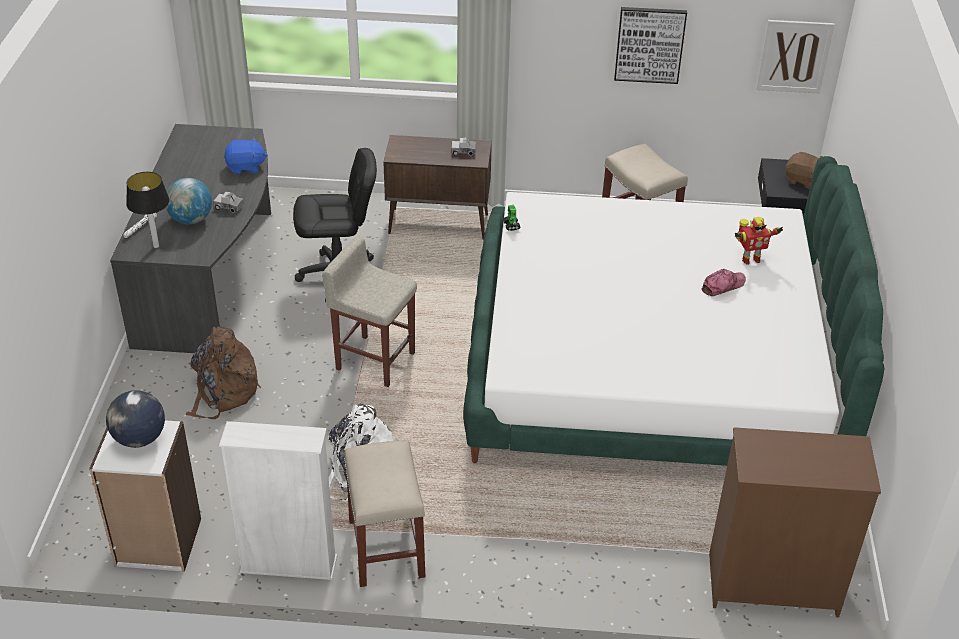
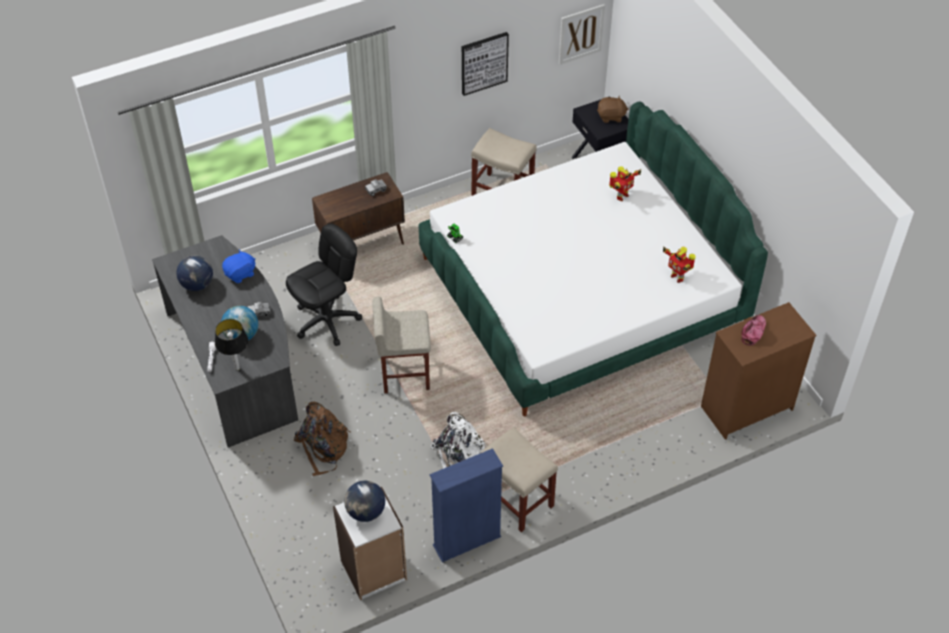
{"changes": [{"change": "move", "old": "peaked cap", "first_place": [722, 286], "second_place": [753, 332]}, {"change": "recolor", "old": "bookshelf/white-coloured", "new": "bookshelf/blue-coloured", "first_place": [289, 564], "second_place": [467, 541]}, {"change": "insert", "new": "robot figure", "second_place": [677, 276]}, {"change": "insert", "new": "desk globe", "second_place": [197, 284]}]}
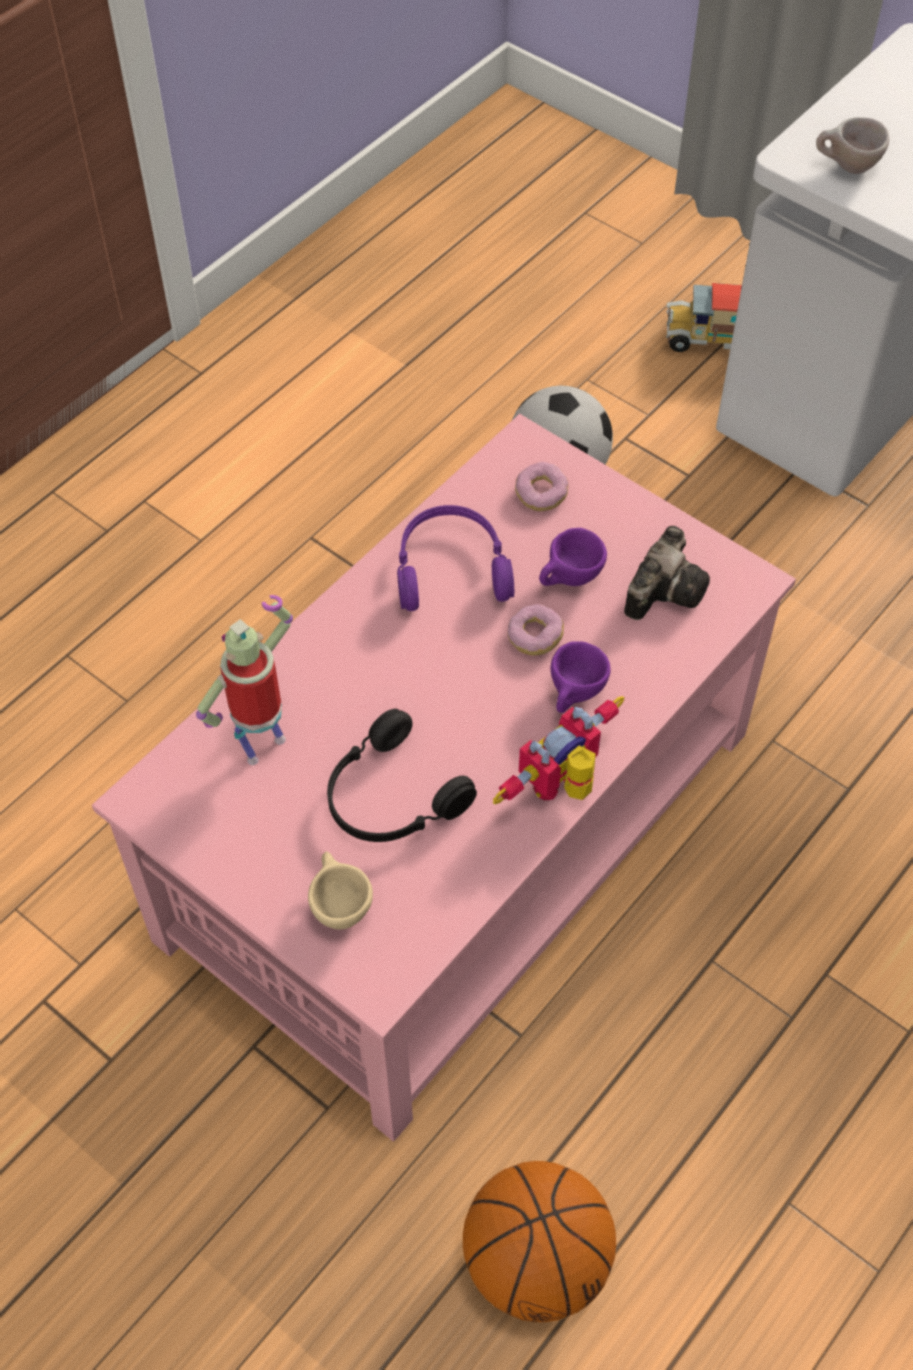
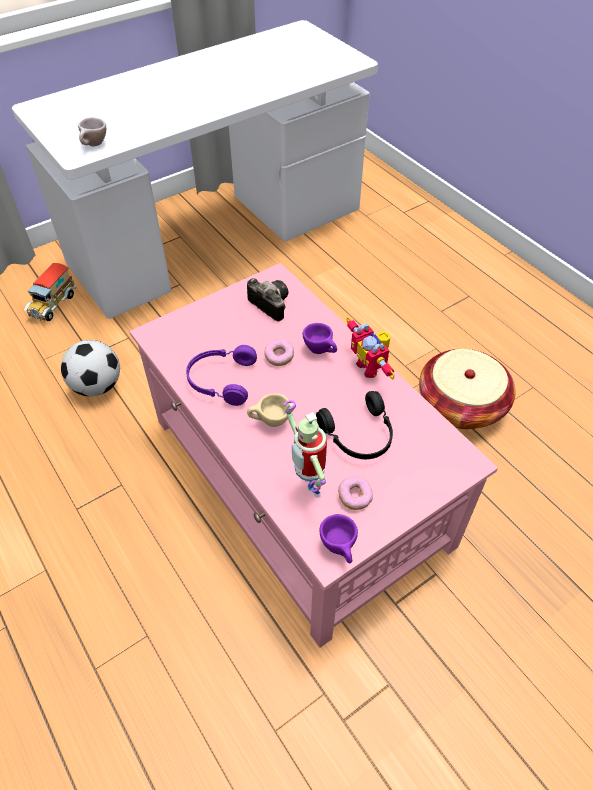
{"changes": [{"change": "move", "old": "ring doughnut", "first_place": [541, 494], "second_place": [354, 497]}, {"change": "move", "old": "small cup/purplish", "first_place": [569, 582], "second_place": [340, 549]}, {"change": "move", "old": "small cup/beige-coloured", "first_place": [338, 906], "second_place": [269, 422]}, {"change": "delete", "old": "basketball", "first_place": [536, 1262]}, {"change": "insert", "new": "household basket", "second_place": [461, 405]}]}
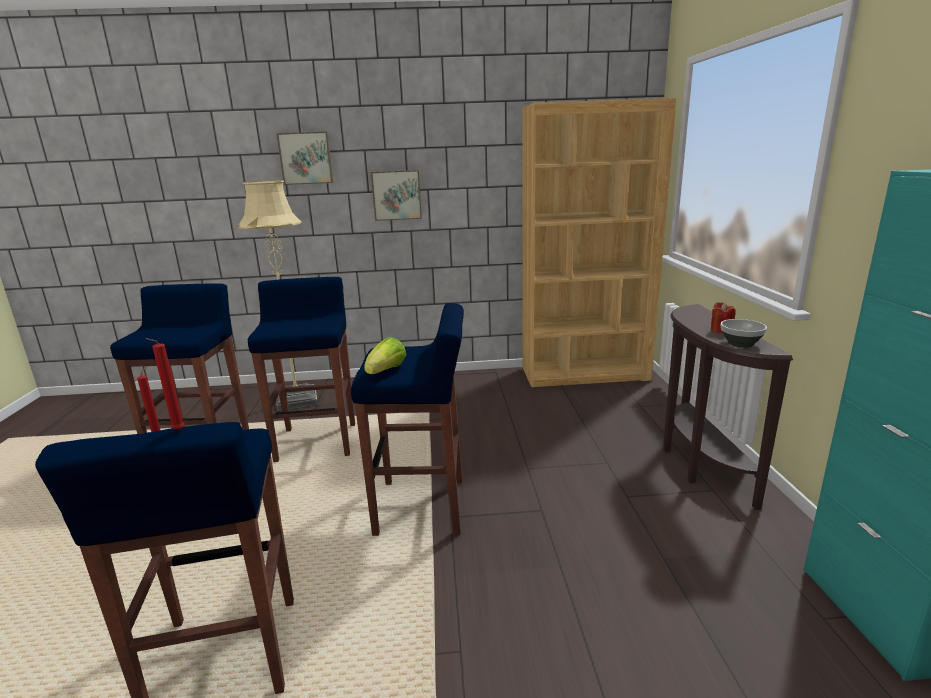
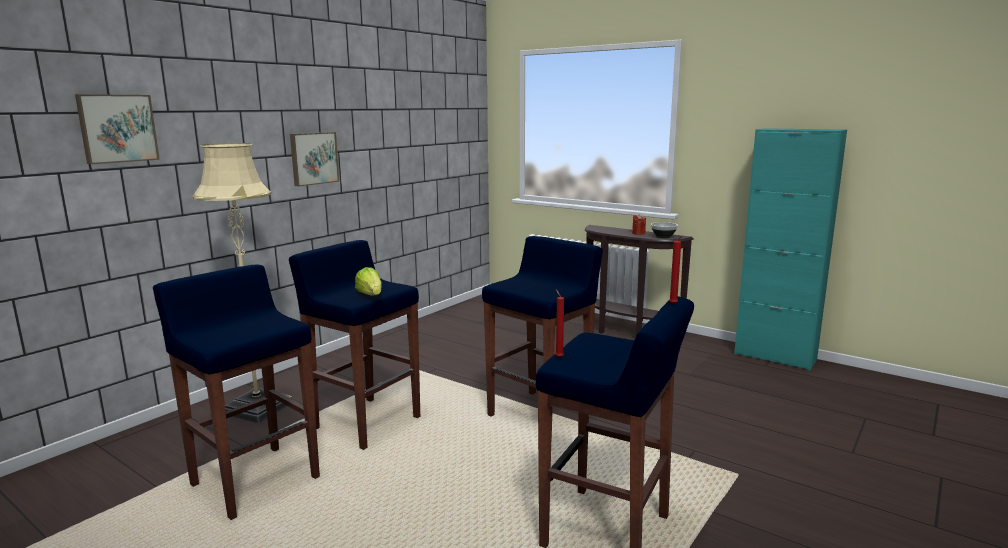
{"changes": [{"change": "delete", "old": "bookshelf/brownish", "first_place": [585, 374]}, {"change": "move", "old": "wall art", "first_place": [306, 158], "second_place": [117, 128]}, {"change": "move", "old": "head of lettuce", "first_place": [386, 371], "second_place": [370, 295]}]}
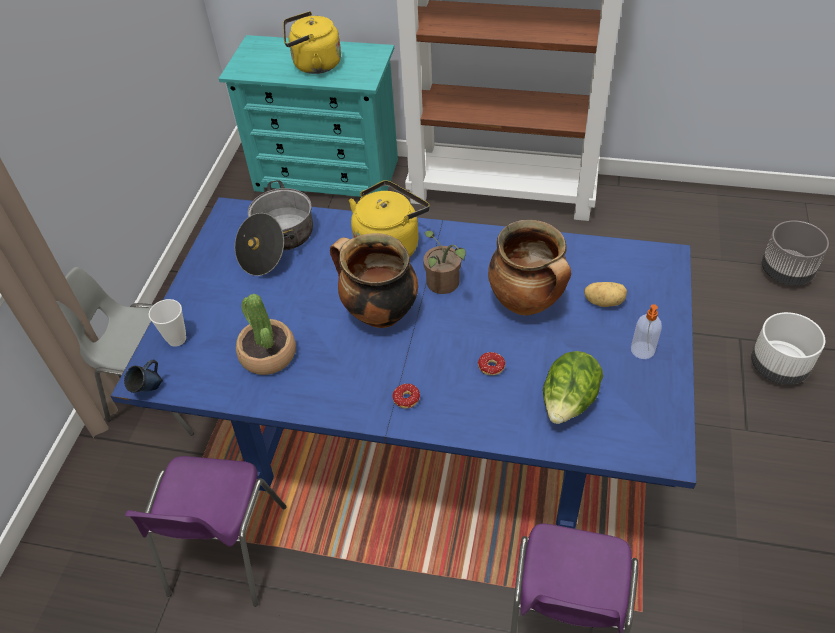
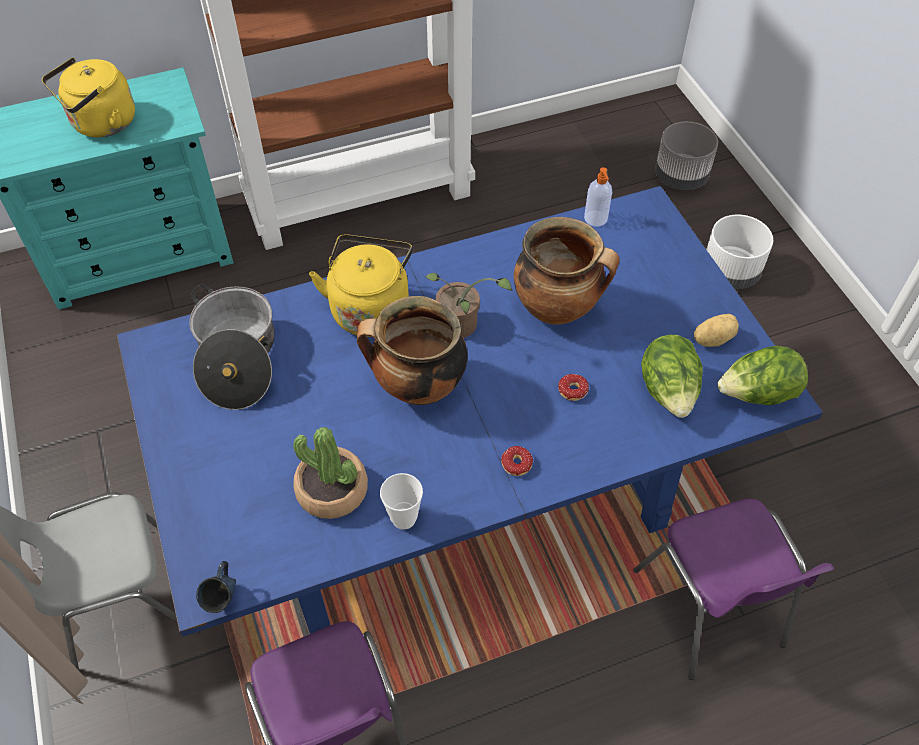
{"changes": [{"change": "move", "old": "spud", "first_place": [604, 301], "second_place": [712, 338]}, {"change": "move", "old": "small cup", "first_place": [177, 339], "second_place": [404, 518]}, {"change": "move", "old": "soap dispenser", "first_place": [642, 351], "second_place": [596, 219]}, {"change": "insert", "new": "head of lettuce", "second_place": [757, 395]}]}
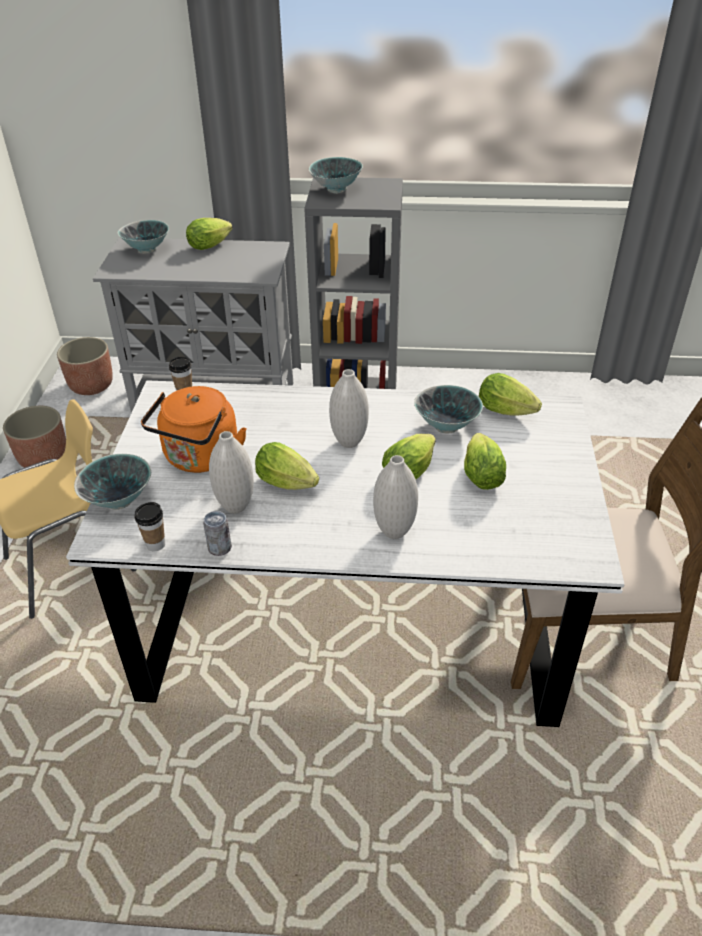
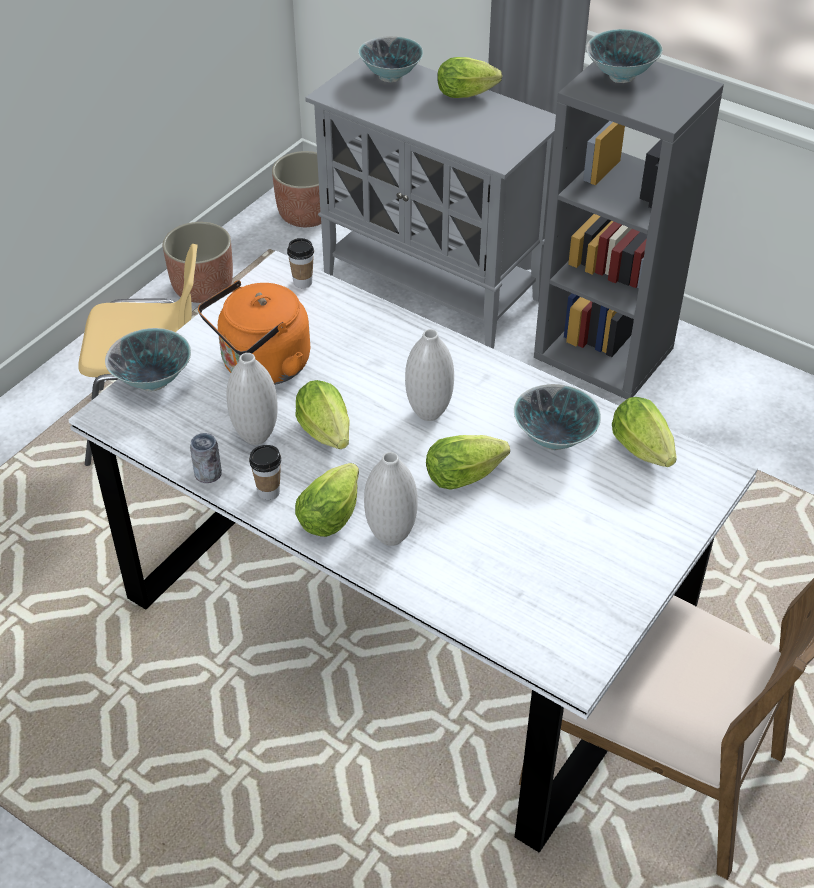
{"changes": [{"change": "move", "old": "head of lettuce", "first_place": [481, 473], "second_place": [332, 513]}, {"change": "move", "old": "small cup", "first_place": [155, 544], "second_place": [268, 492]}]}
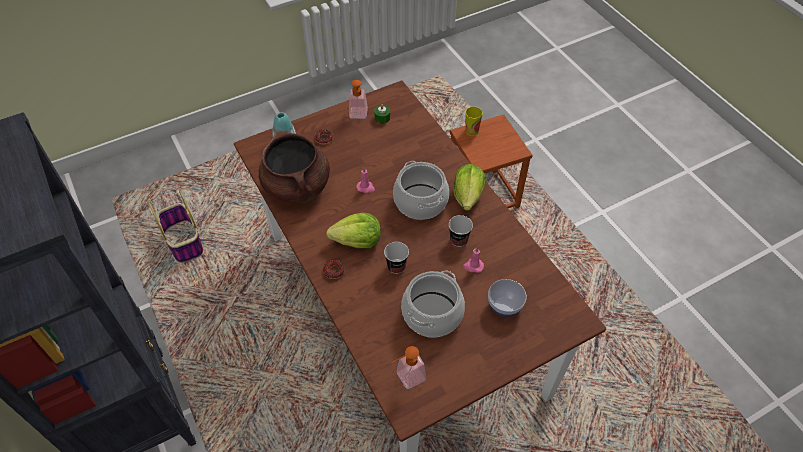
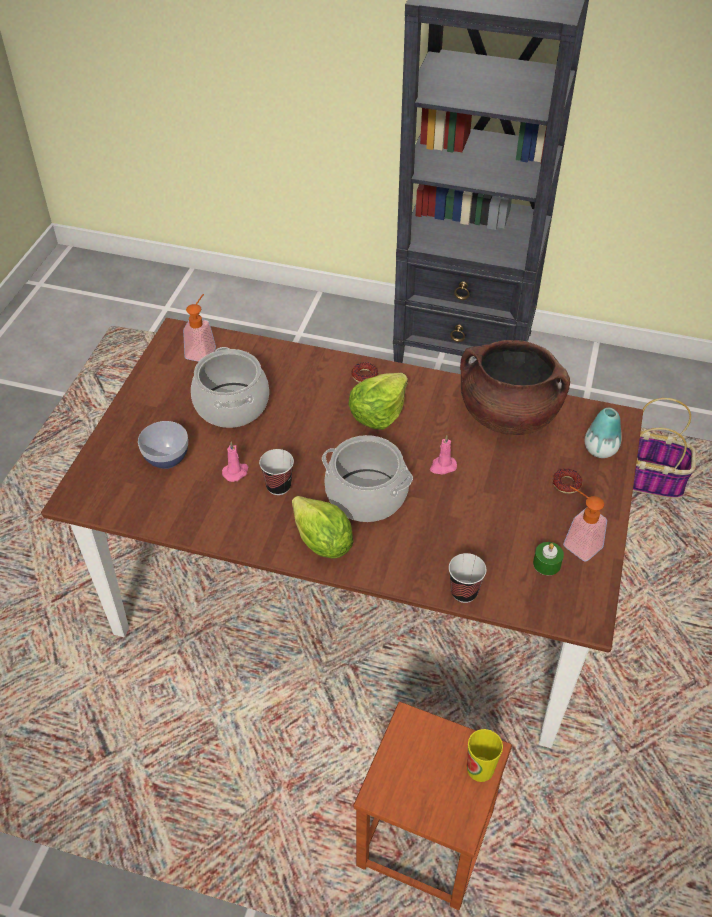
{"changes": [{"change": "move", "old": "small cup", "first_place": [396, 267], "second_place": [464, 592]}]}
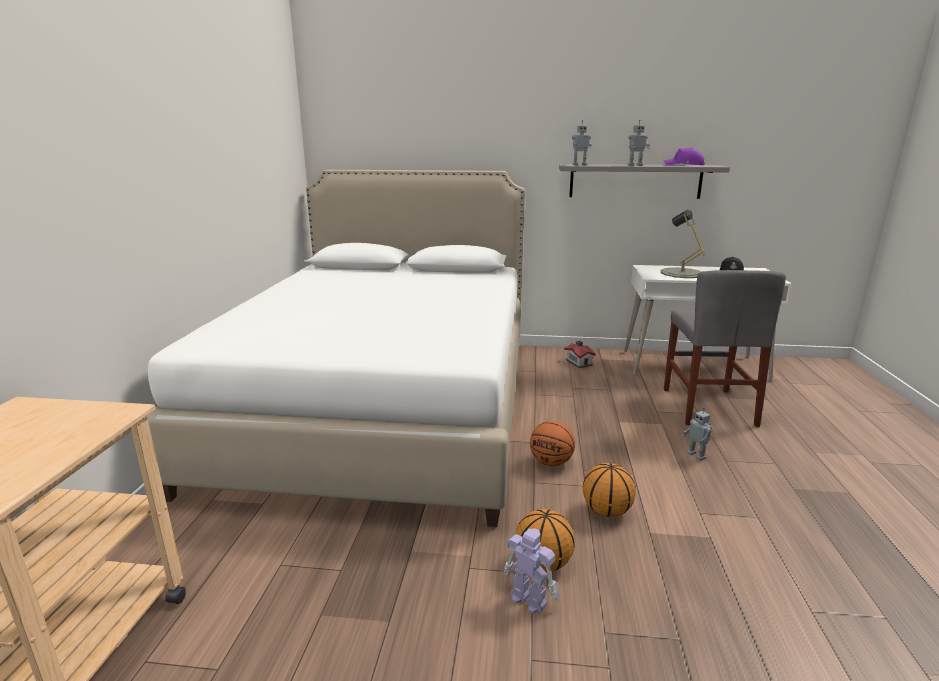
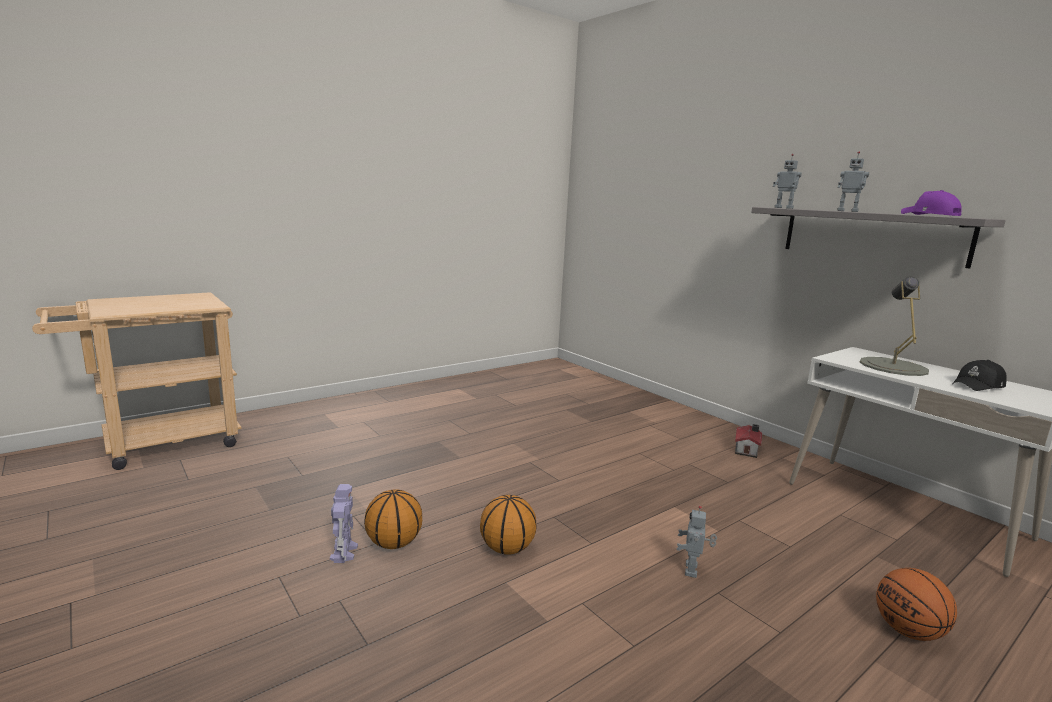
{"changes": [{"change": "delete", "old": "bedroom bed/white-coloured", "first_place": [385, 404]}, {"change": "delete", "old": "chair/grey", "first_place": [707, 406]}, {"change": "move", "old": "basketball", "first_place": [551, 462], "second_place": [908, 631]}]}
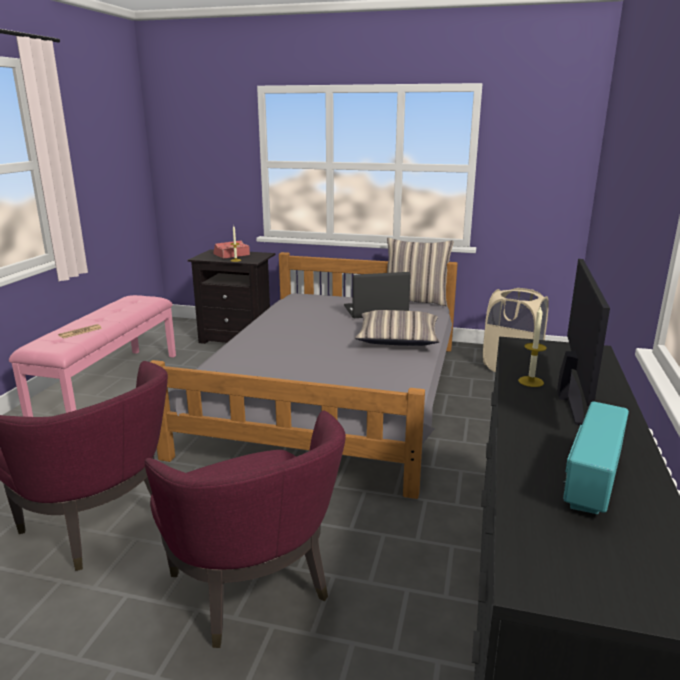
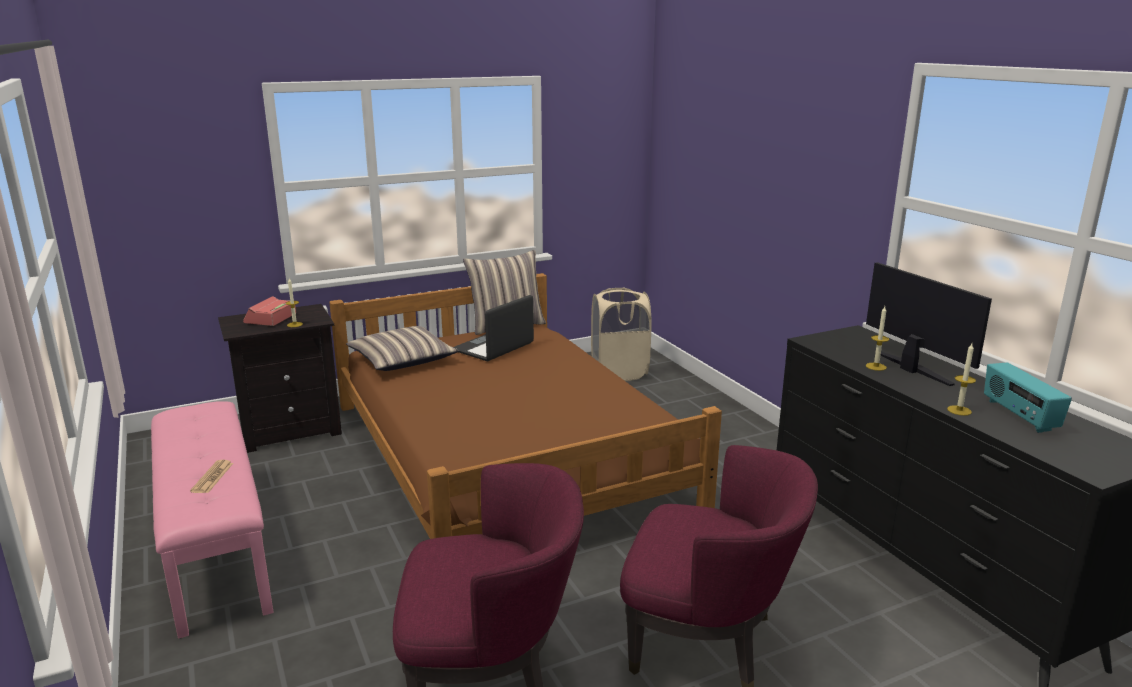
{"changes": [{"change": "recolor", "old": "bedroom bed/grey", "new": "bedroom bed/brownish", "first_place": [333, 395], "second_place": [506, 455]}, {"change": "move", "old": "pillow", "first_place": [398, 338], "second_place": [403, 360]}, {"change": "insert", "new": "wax light", "second_place": [959, 410]}]}
